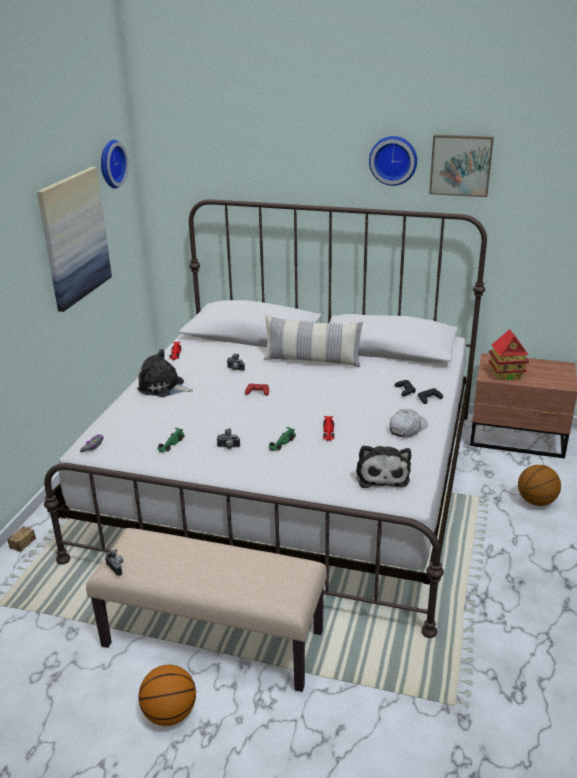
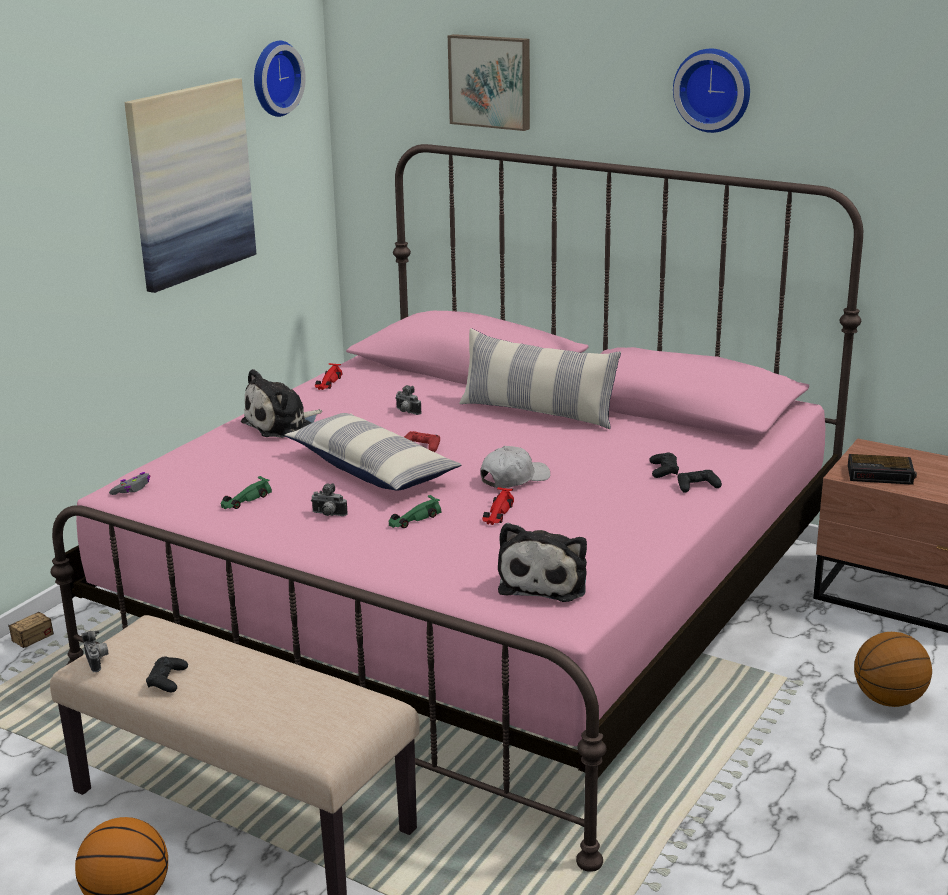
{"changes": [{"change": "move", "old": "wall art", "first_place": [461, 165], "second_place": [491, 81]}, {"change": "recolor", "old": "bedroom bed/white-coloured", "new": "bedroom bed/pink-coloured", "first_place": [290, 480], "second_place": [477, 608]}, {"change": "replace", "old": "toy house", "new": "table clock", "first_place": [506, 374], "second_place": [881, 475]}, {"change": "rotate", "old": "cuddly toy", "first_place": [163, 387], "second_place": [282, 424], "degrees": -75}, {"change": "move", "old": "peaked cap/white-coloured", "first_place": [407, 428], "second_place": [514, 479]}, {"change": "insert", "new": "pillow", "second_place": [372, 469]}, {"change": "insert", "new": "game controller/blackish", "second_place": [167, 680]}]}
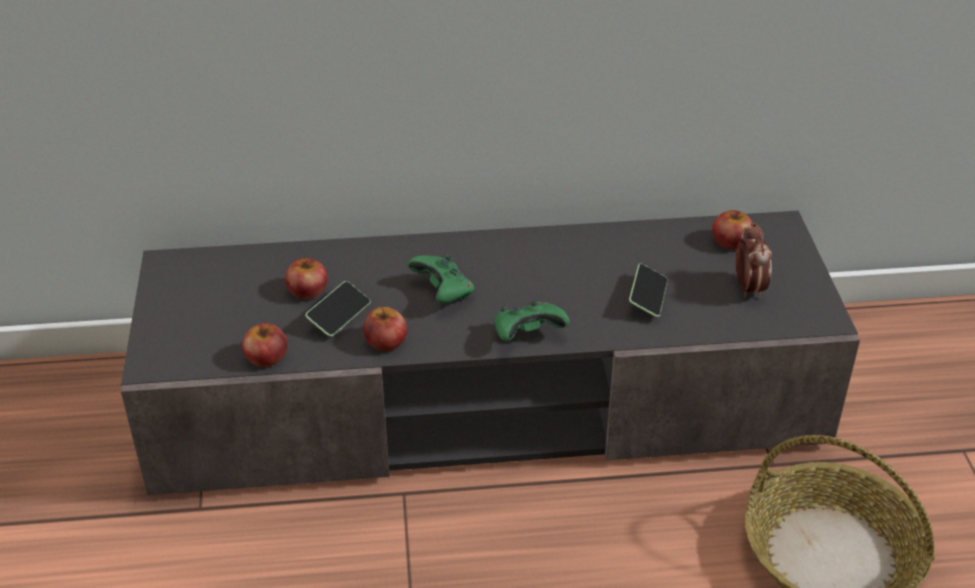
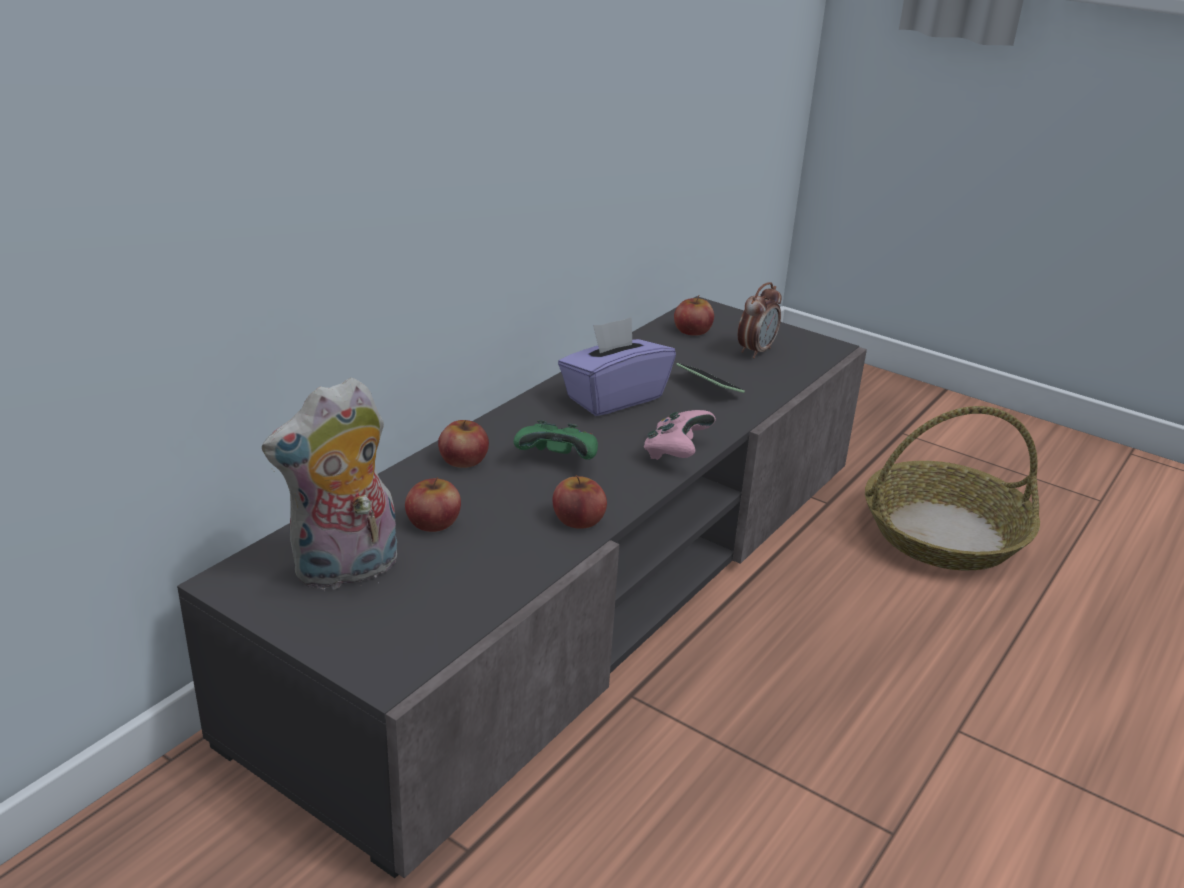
{"changes": [{"change": "rotate", "old": "table clock", "first_place": [748, 288], "second_place": [756, 351], "degrees": 90}, {"change": "delete", "old": "telephone", "first_place": [339, 316]}, {"change": "recolor", "old": "game controller/green", "new": "game controller/pink-coloured", "first_place": [527, 334], "second_place": [676, 452]}, {"change": "move", "old": "apple", "first_place": [266, 357], "second_place": [464, 459]}, {"change": "insert", "new": "tissue box/purplish", "second_place": [613, 397]}, {"change": "insert", "new": "cuddly toy", "second_place": [346, 571]}]}
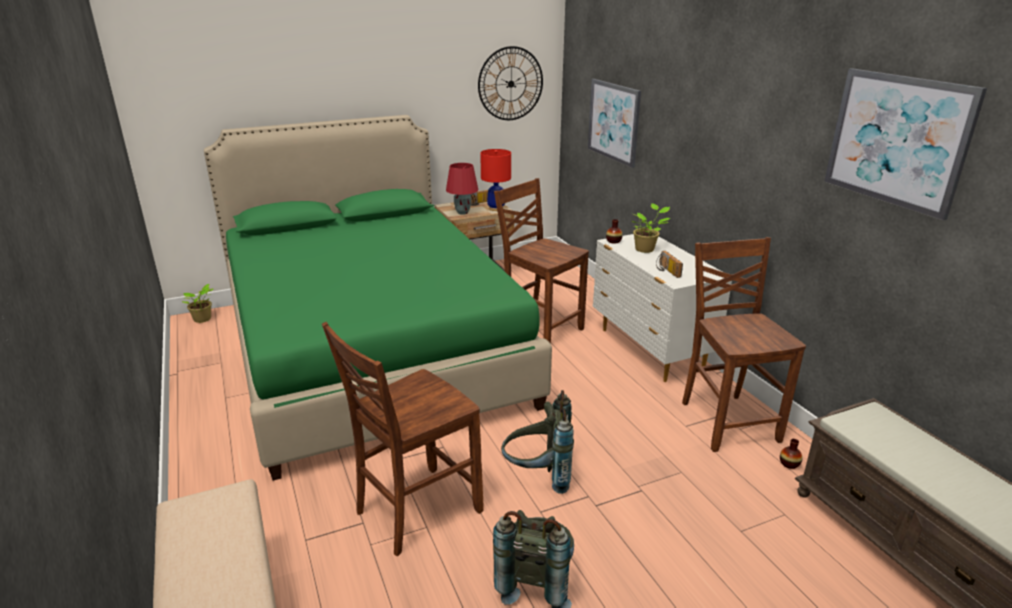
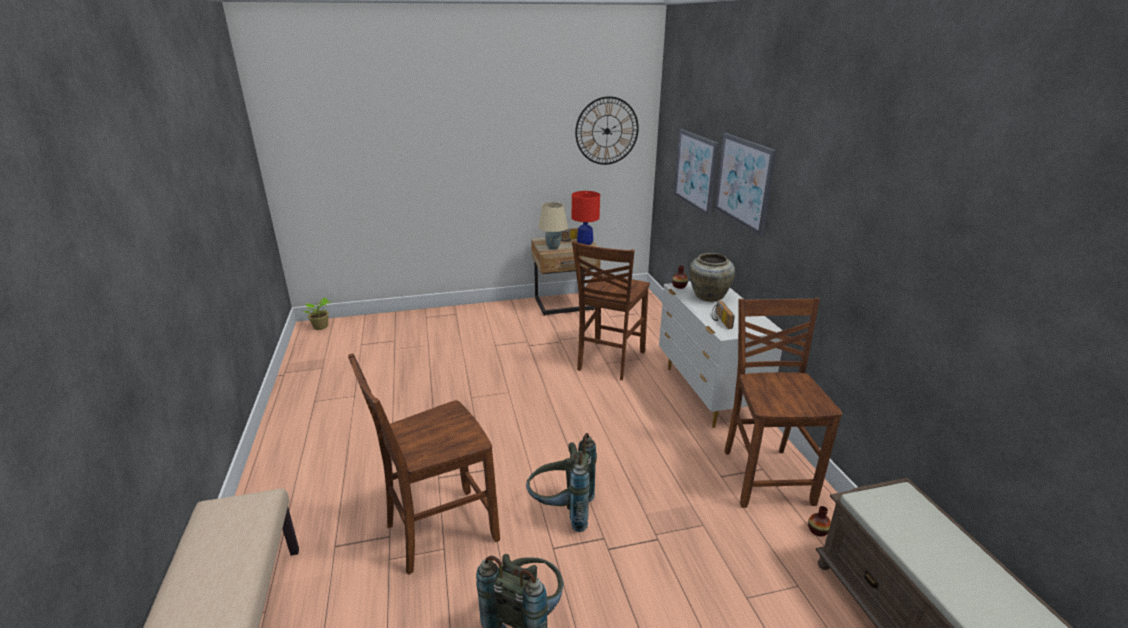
{"changes": [{"change": "move", "old": "wall art", "first_place": [897, 140], "second_place": [744, 182]}, {"change": "delete", "old": "bedroom bed/green", "first_place": [371, 351]}, {"change": "recolor", "old": "tabletop lamp/red-coloured", "new": "tabletop lamp/beige-coloured", "first_place": [462, 213], "second_place": [553, 248]}, {"change": "rotate", "old": "chair/brownish", "first_place": [540, 328], "second_place": [609, 361], "degrees": -120}, {"change": "replace", "old": "plant in a pot", "new": "flower vase/beige-coloured", "first_place": [646, 249], "second_place": [708, 297]}]}
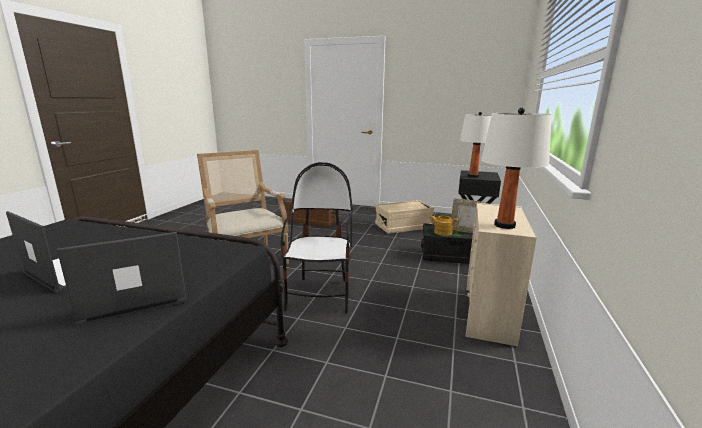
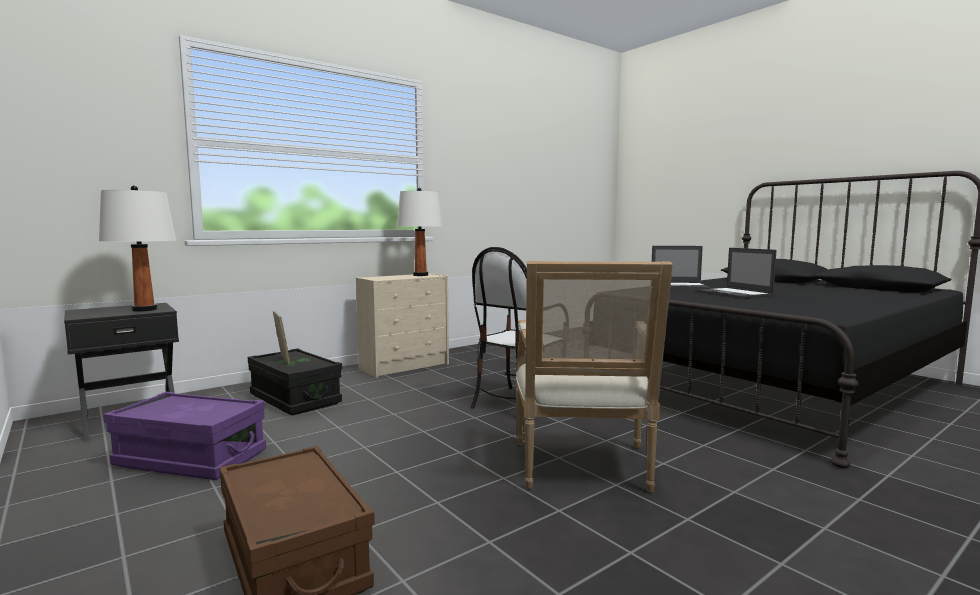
{"changes": [{"change": "recolor", "old": "storage container/beige-coloured", "new": "storage container/purplish", "first_place": [403, 226], "second_place": [191, 459]}, {"change": "delete", "old": "pot for tea", "first_place": [442, 232]}]}
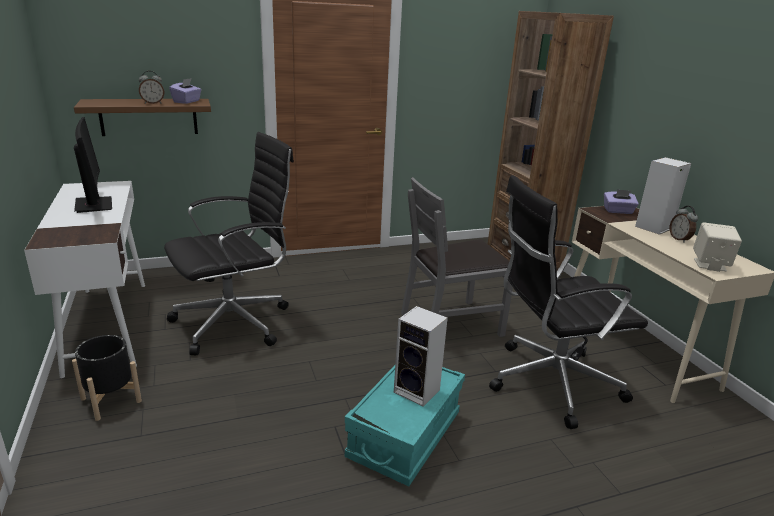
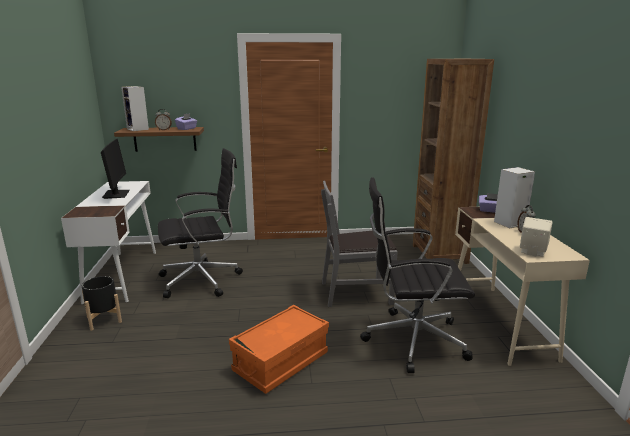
{"changes": [{"change": "move", "old": "loudspeaker", "first_place": [418, 391], "second_place": [138, 129]}, {"change": "recolor", "old": "storage container/blue-green", "new": "storage container/orange", "first_place": [405, 435], "second_place": [281, 362]}]}
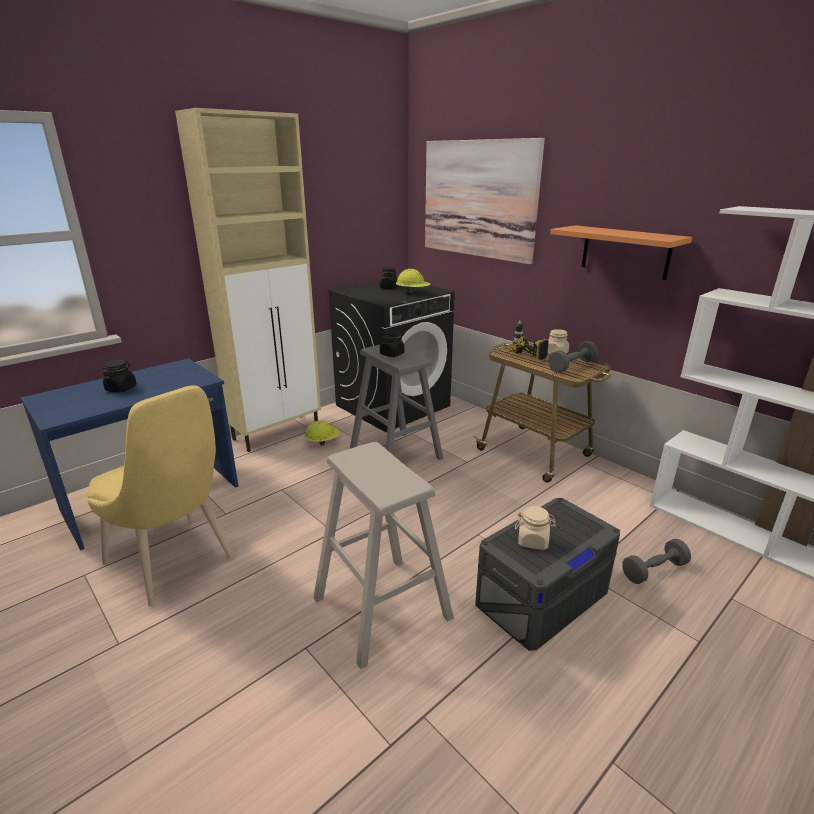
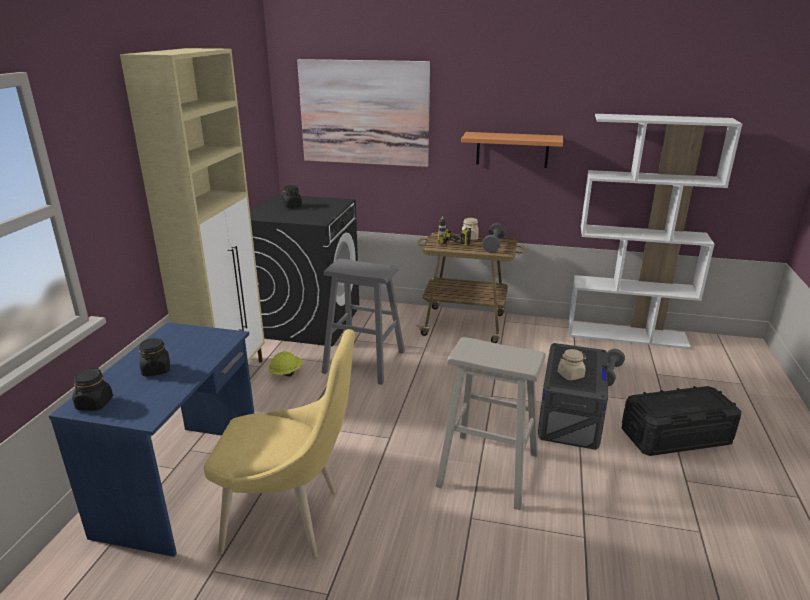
{"changes": [{"change": "delete", "old": "safety helmet/yellow", "first_place": [413, 292]}, {"change": "move", "old": "storage jar/blackish", "first_place": [392, 354], "second_place": [94, 404]}, {"change": "insert", "new": "storage container/blackish", "second_place": [676, 436]}]}
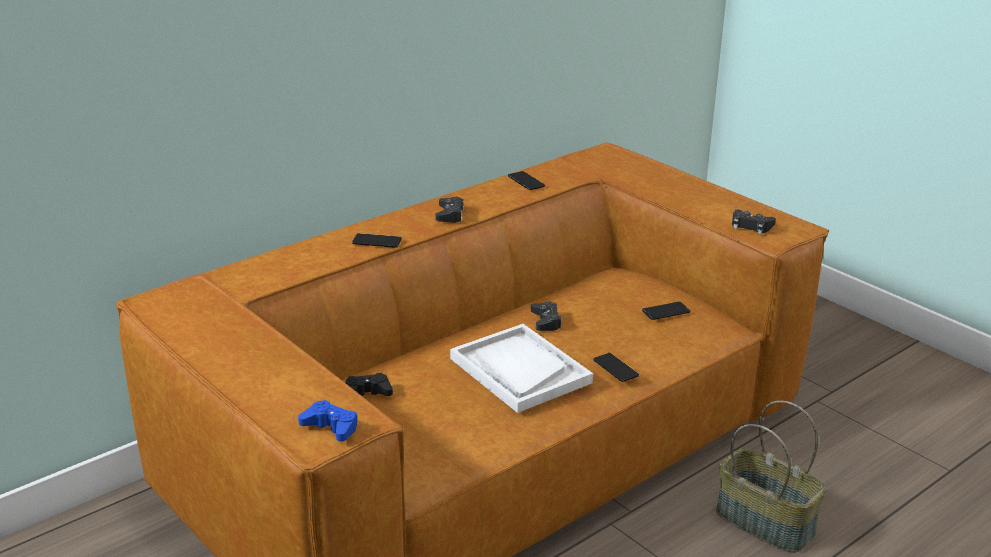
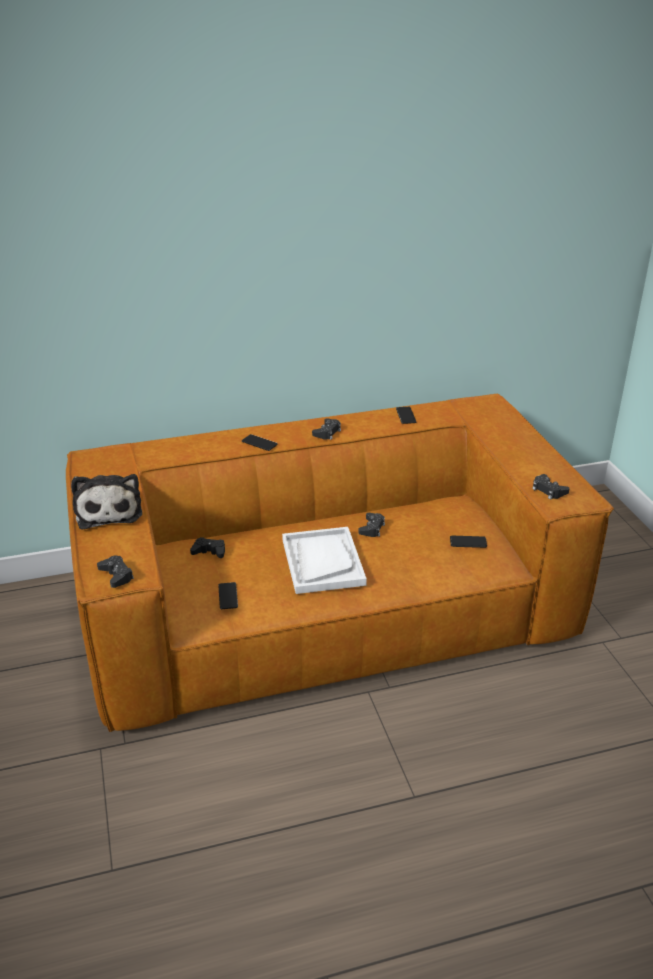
{"changes": [{"change": "move", "old": "telephone", "first_place": [615, 368], "second_place": [228, 596]}, {"change": "recolor", "old": "game controller/blue-coloured", "new": "game controller/blackish", "first_place": [331, 427], "second_place": [116, 575]}, {"change": "delete", "old": "household basket", "first_place": [766, 522]}, {"change": "insert", "new": "cuddly toy", "second_place": [109, 511]}]}
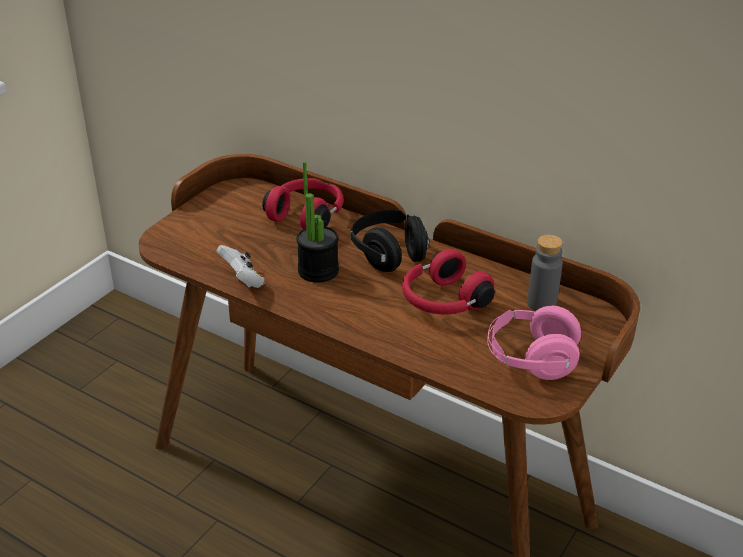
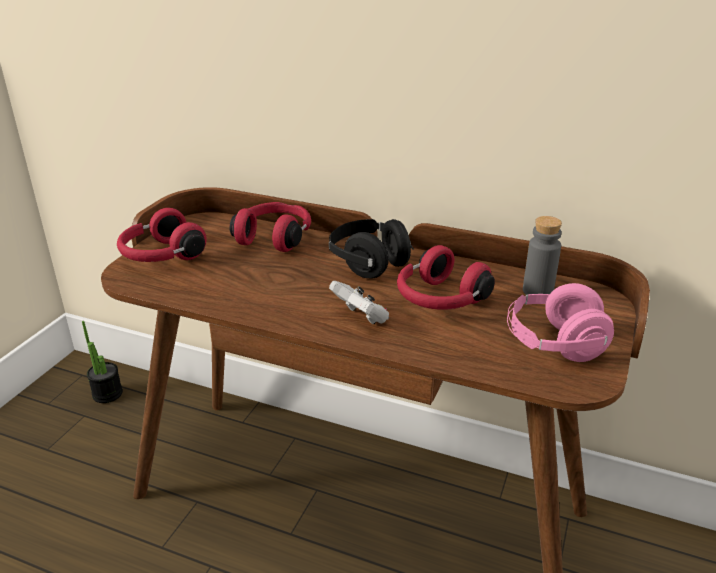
{"changes": [{"change": "move", "old": "plant in a pot", "first_place": [318, 271], "second_place": [107, 394]}, {"change": "move", "old": "game controller/white-coloured", "first_place": [243, 280], "second_place": [361, 318]}, {"change": "insert", "new": "headphones/red-coloured", "second_place": [161, 256]}]}
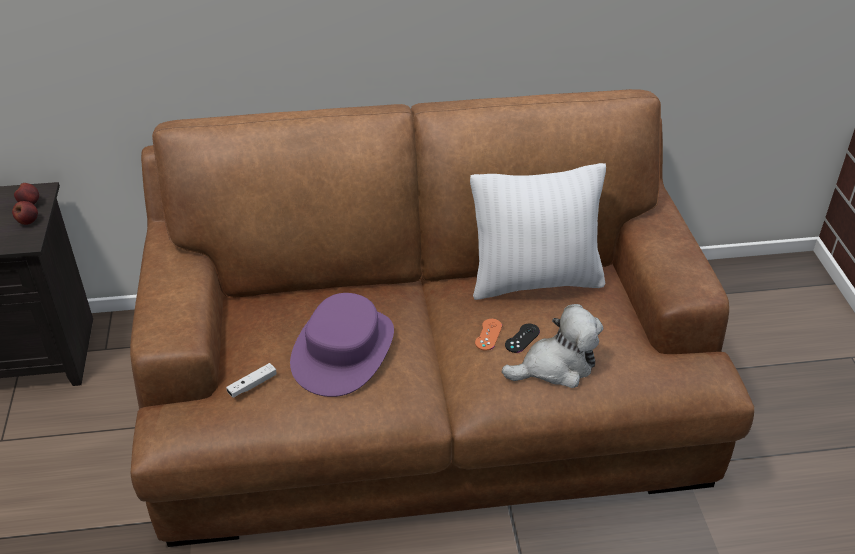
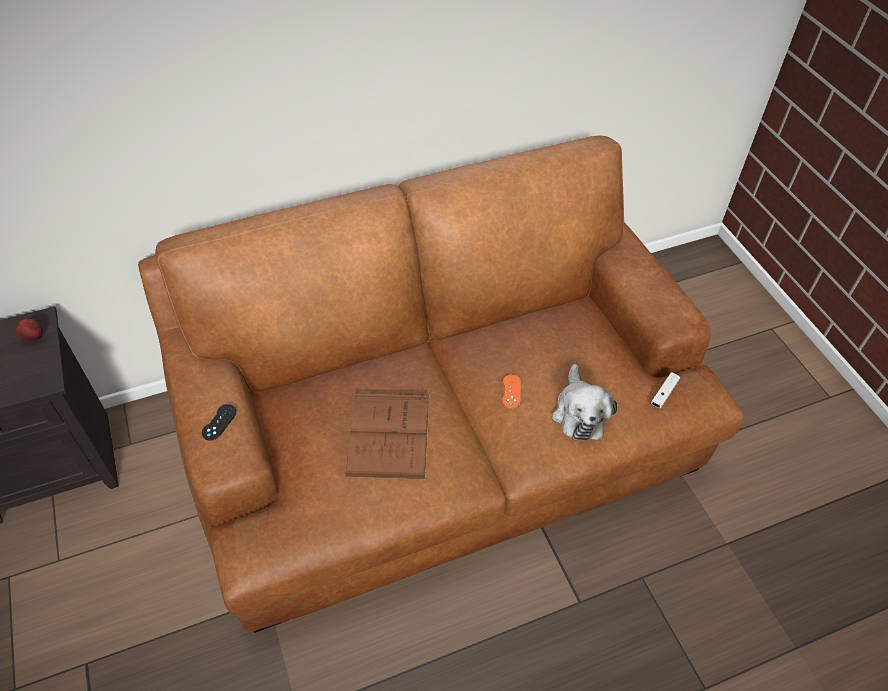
{"changes": [{"change": "delete", "old": "pillow/white-coloured", "first_place": [535, 281]}, {"change": "delete", "old": "apple", "first_place": [28, 221]}, {"change": "replace", "old": "wearable hat/purplish", "new": "book/brownish", "first_place": [344, 351], "second_place": [388, 434]}, {"change": "rotate", "old": "cuddly toy", "first_place": [556, 366], "second_place": [579, 412], "degrees": 120}, {"change": "move", "old": "game controller/blackish", "first_place": [522, 338], "second_place": [219, 422]}, {"change": "move", "old": "game controller/white-coloured", "first_place": [252, 385], "second_place": [664, 393]}]}
